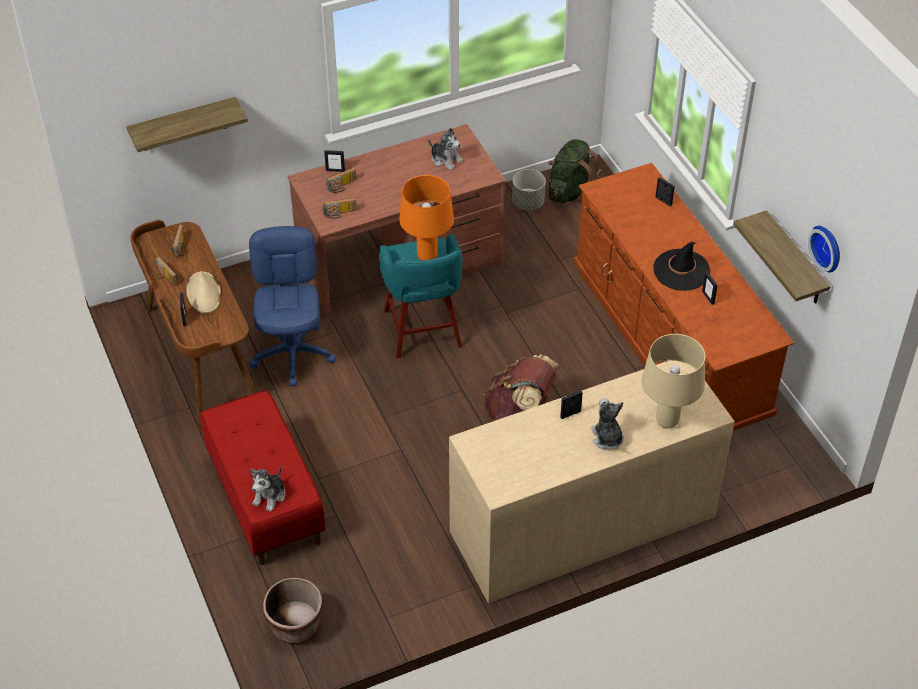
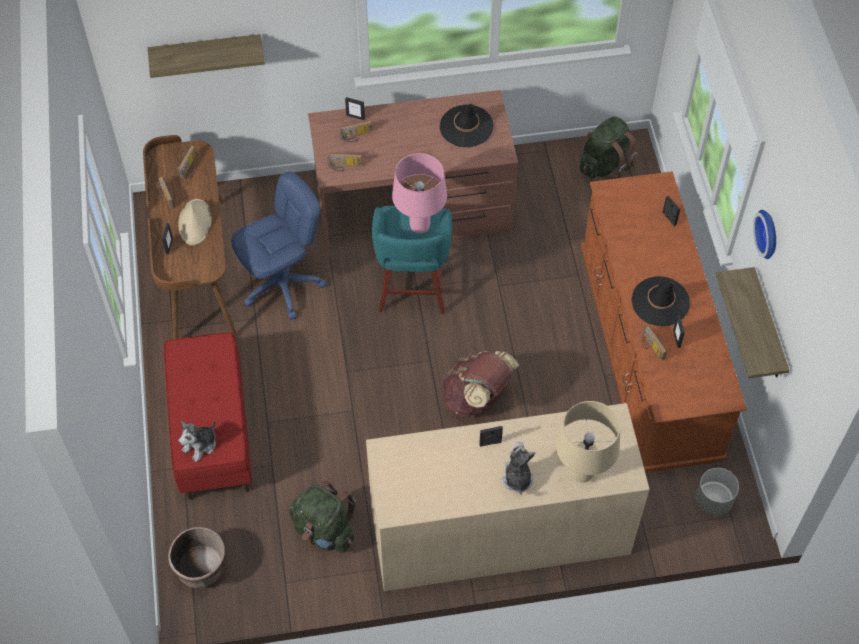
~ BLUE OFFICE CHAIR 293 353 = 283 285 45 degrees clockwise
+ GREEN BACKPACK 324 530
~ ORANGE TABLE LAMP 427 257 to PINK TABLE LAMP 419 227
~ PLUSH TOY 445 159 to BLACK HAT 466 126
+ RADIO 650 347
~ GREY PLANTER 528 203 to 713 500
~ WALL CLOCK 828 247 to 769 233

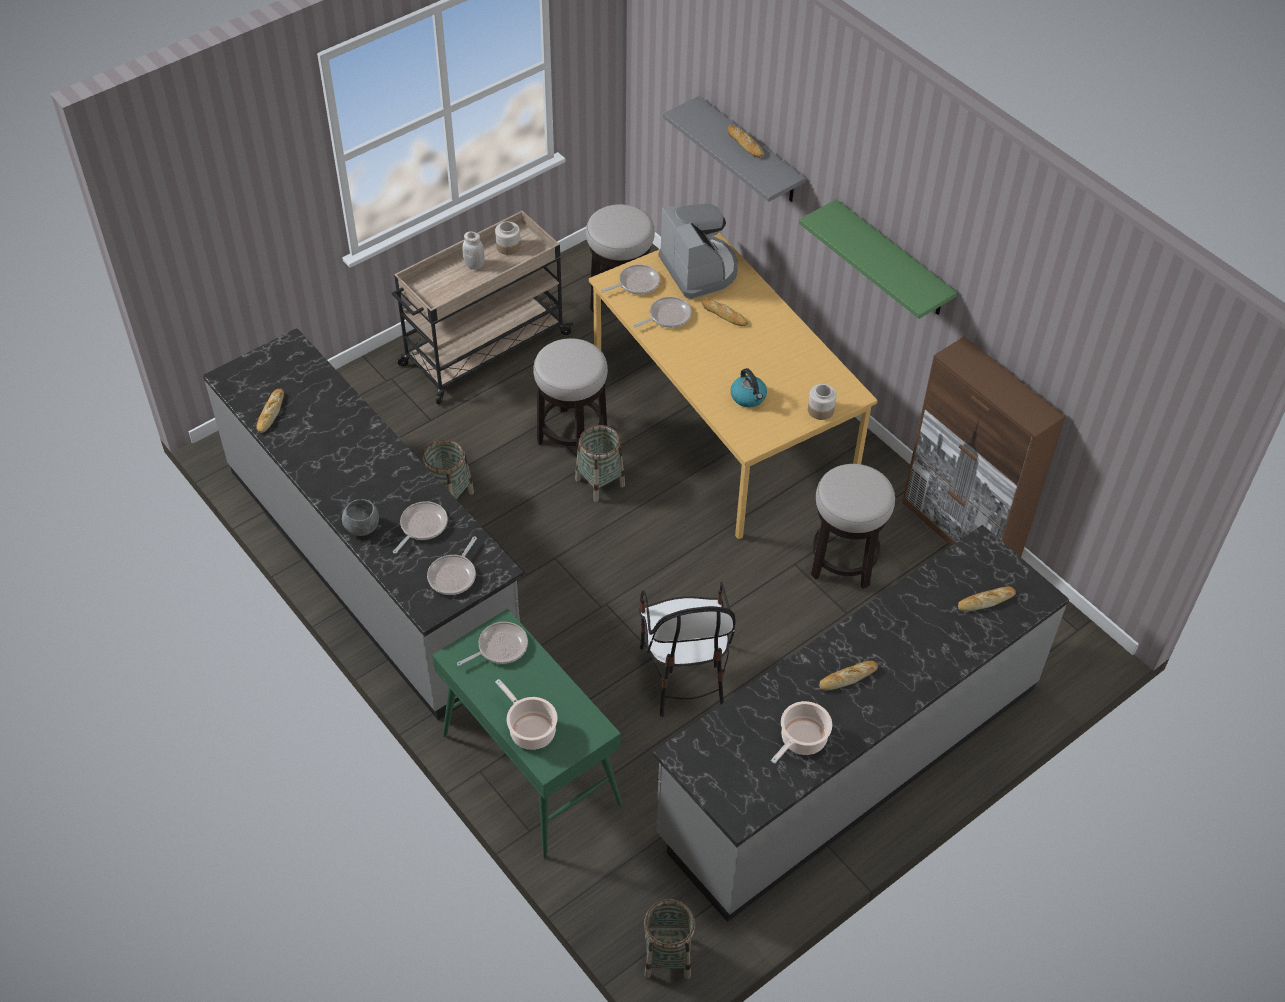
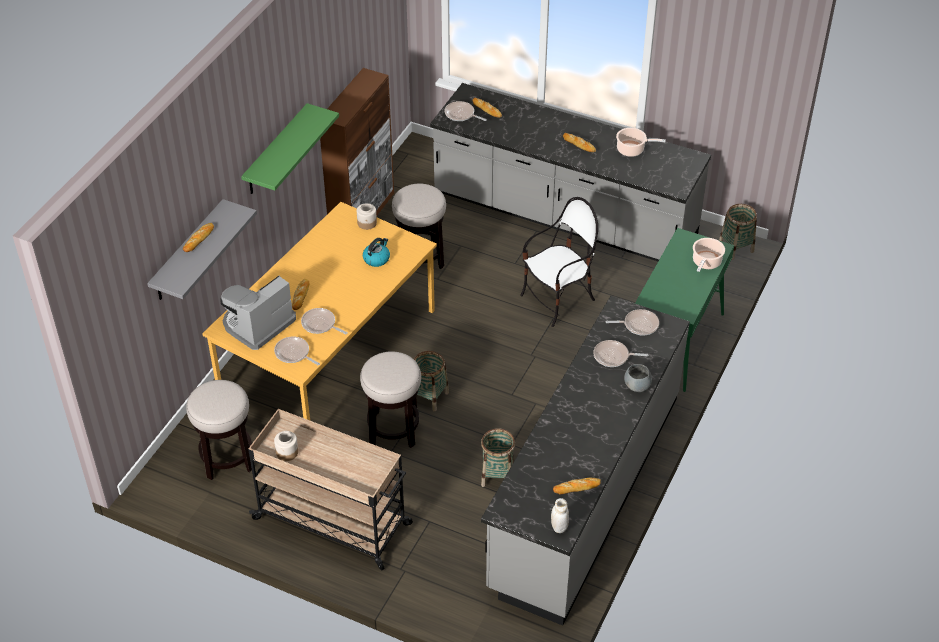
~ FRYING PAN 500 647 to 461 114
~ WHITE JAR 474 265 to 559 527

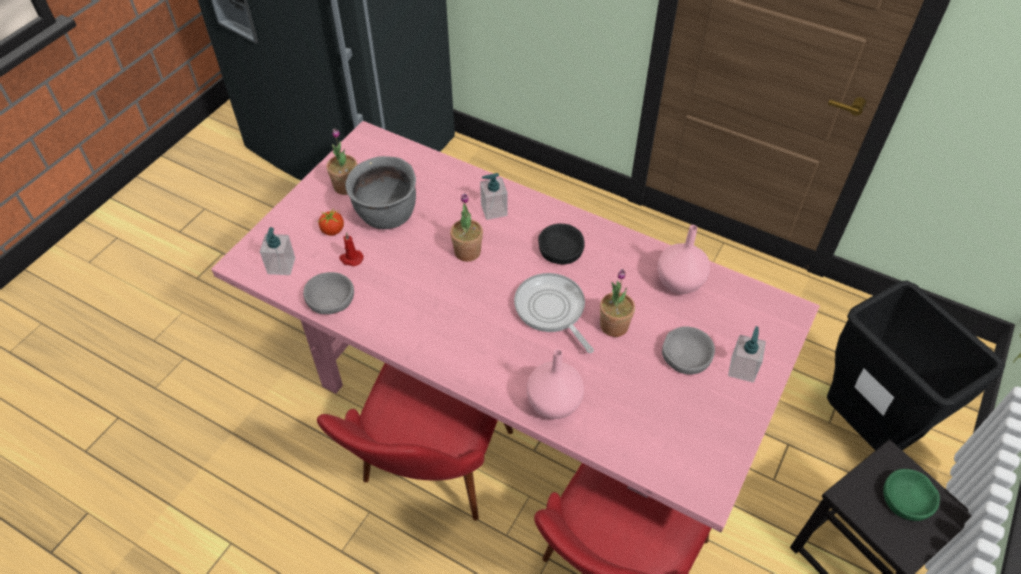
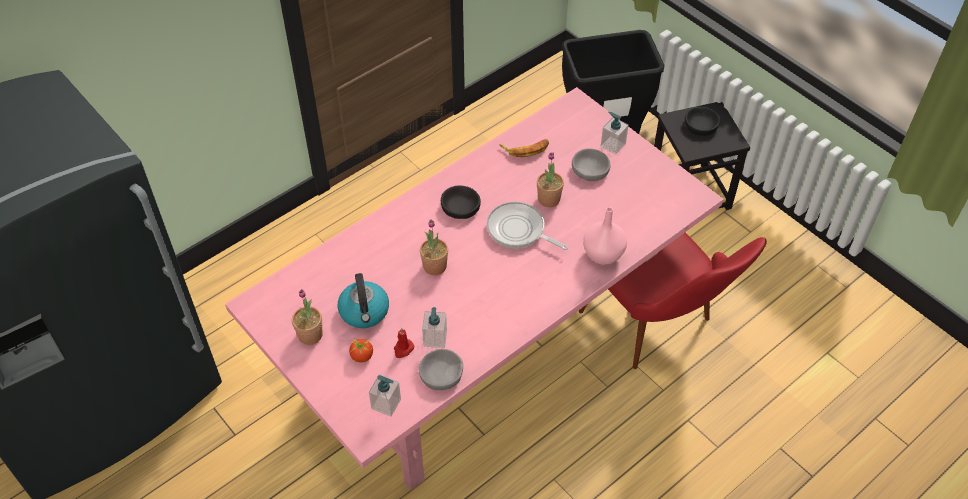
~ GREY COOKING POT 387 216 to KETTLE 364 312
~ SOAP DISPENSER 494 210 to 435 338
~ FRYING PAN 551 310 = 519 230 45 degrees clockwise
~ PINK VASE 680 283 to BANANA 526 149
~ GREEN BOWL 907 498 to BLACK BOWL 701 124
- RED CHAIR 429 478

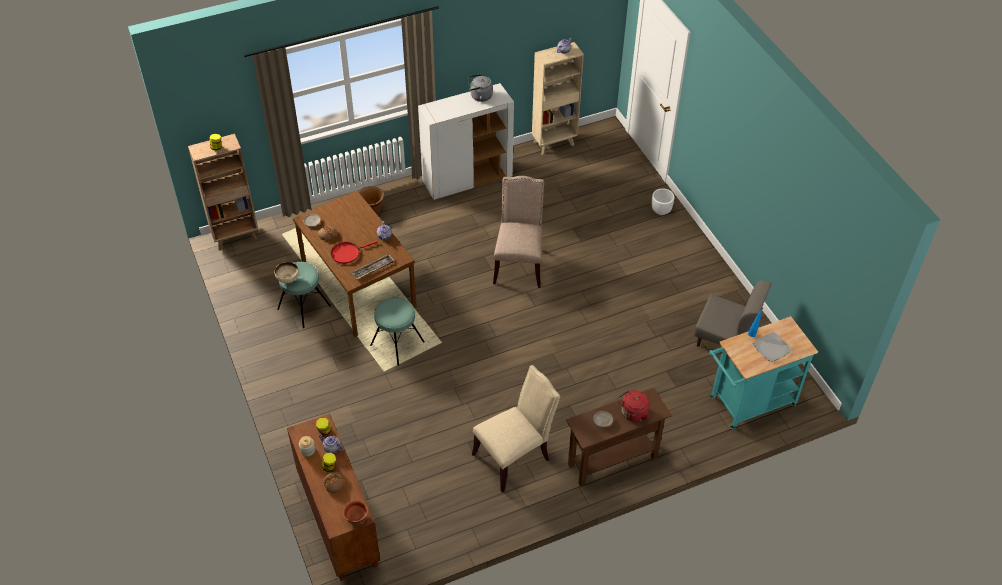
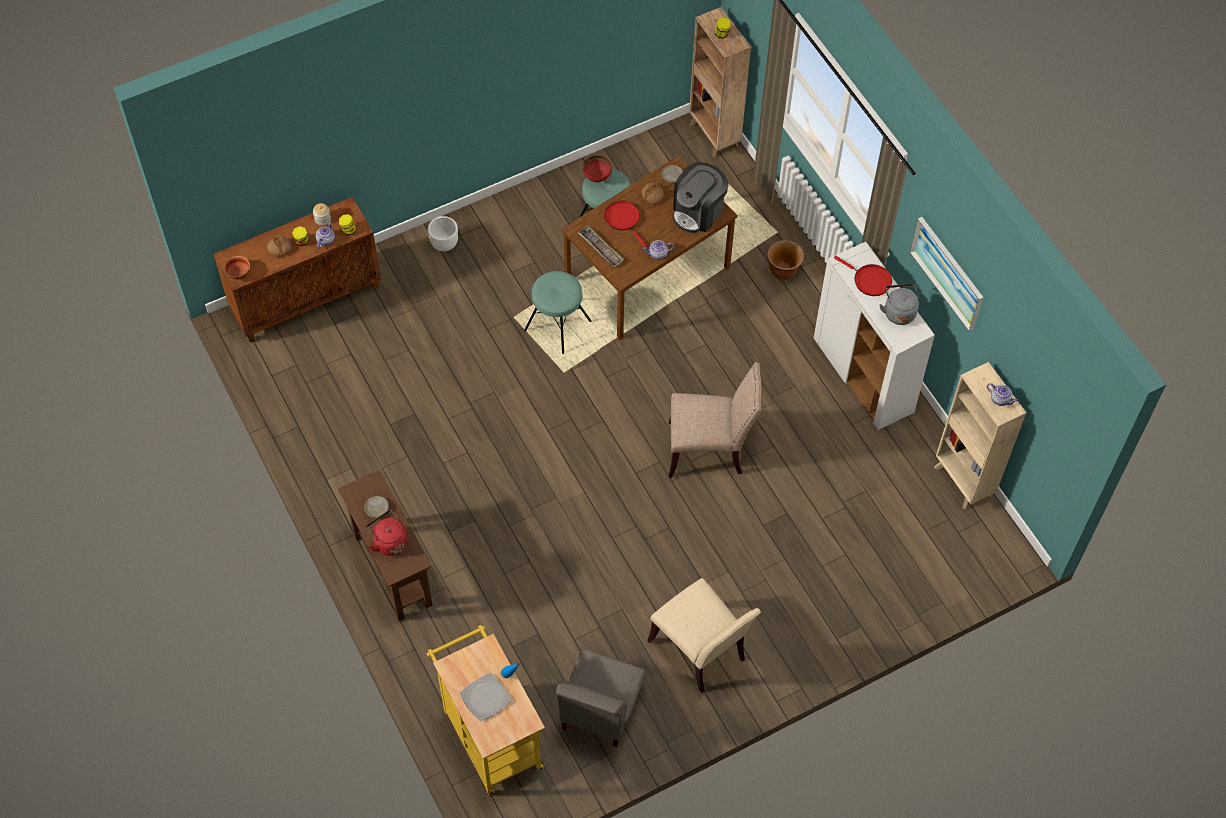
~ TURQUOISE CART 747 403 to YELLOW CART 489 734
~ WHITE PLANTER 661 211 to 444 244
~ BEIGE BOWL 288 280 to RED BOWL 597 177
~ BEIGE CHAIR 514 457 to 701 651
+ COFFEE MACHINE 698 212
+ RED FRYING PAN 869 280
+ PICTURE 947 273

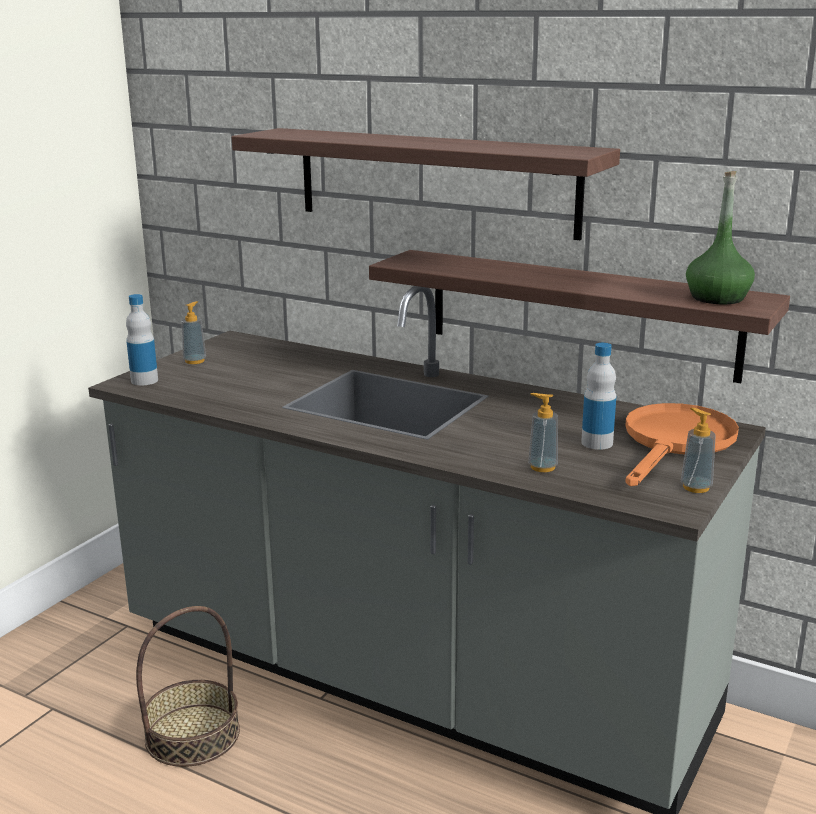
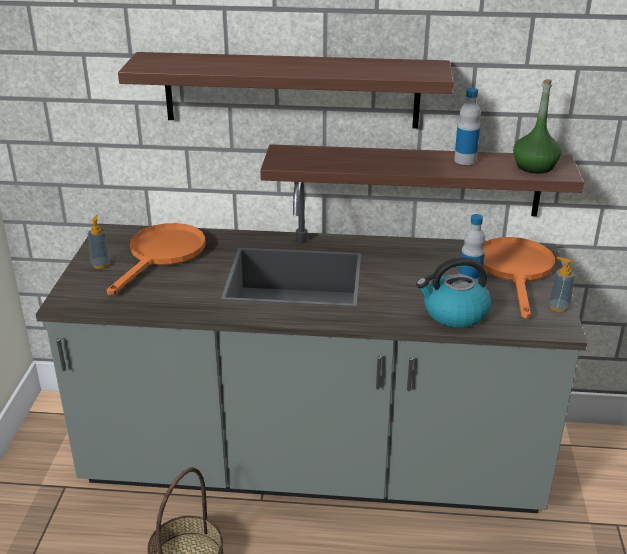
+ ORANGE FRYING PAN 162 255
~ SOAP DISPENSER 542 467 to KETTLE 454 313
~ BOTTLE 144 380 to 465 160

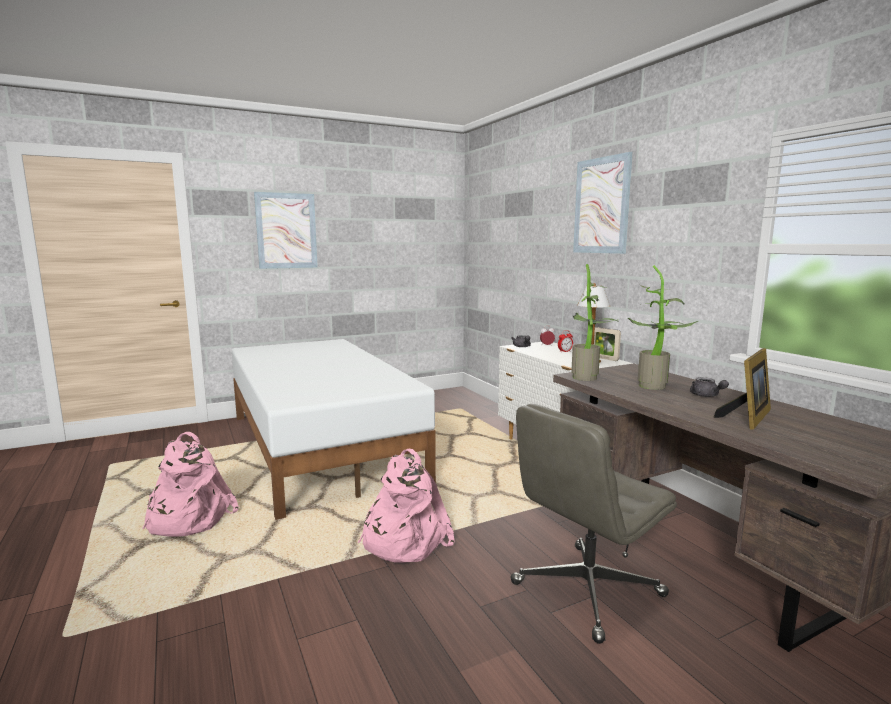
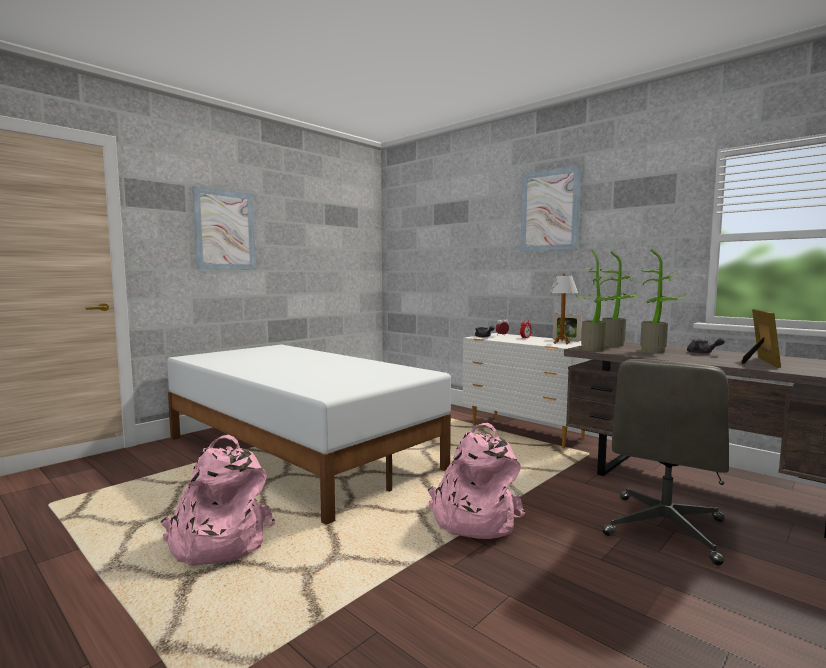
+ POTTED PLANT 613 344

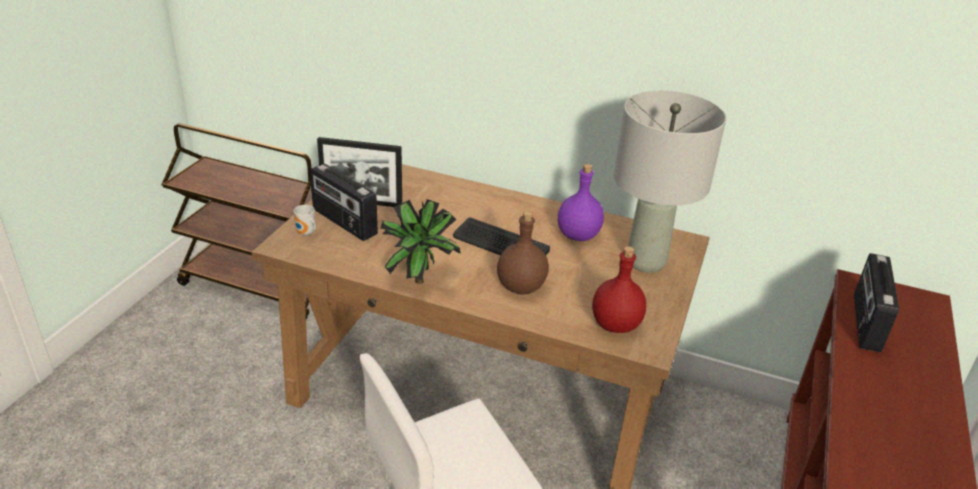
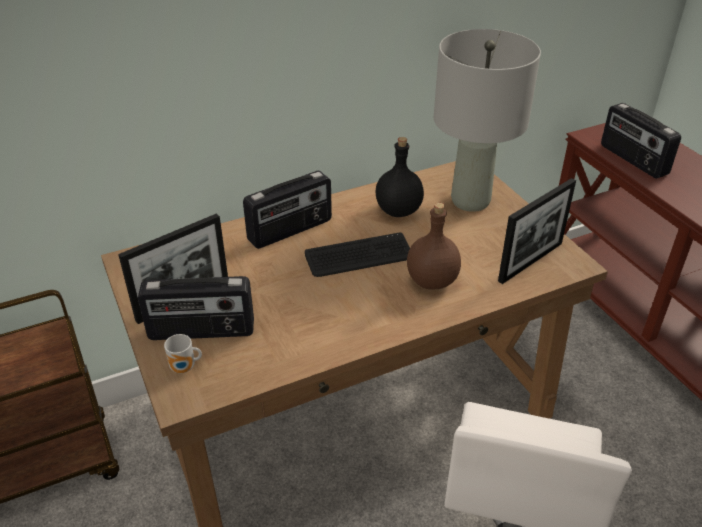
+ RADIO 290 231
~ PURPLE BOTTLE 579 235 to BLACK BOTTLE 399 211
~ RED BOTTLE 616 324 to PICTURE FRAME 530 262
- POTTED PLANT 420 278

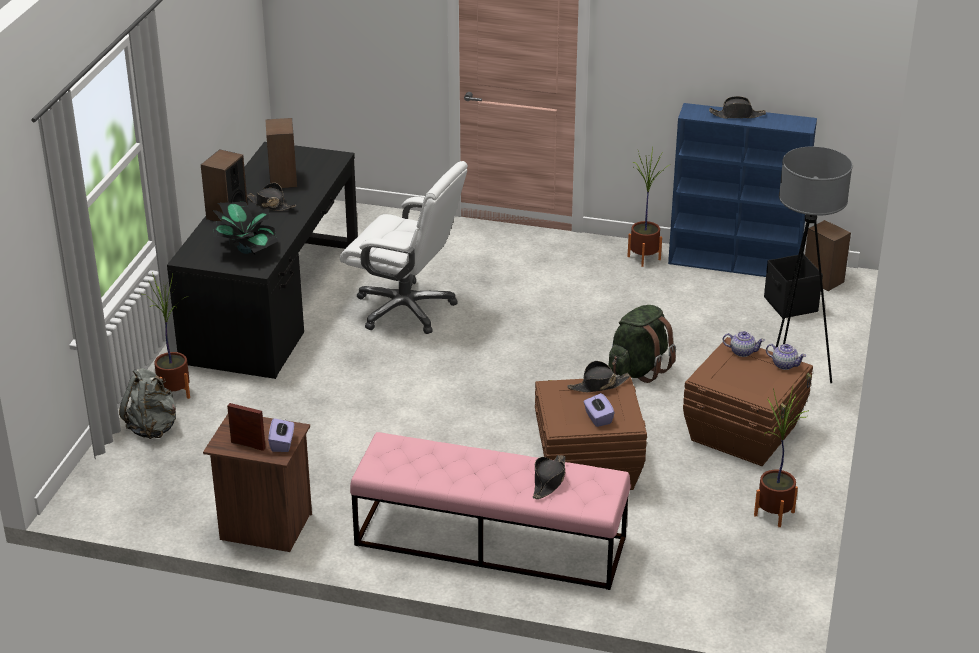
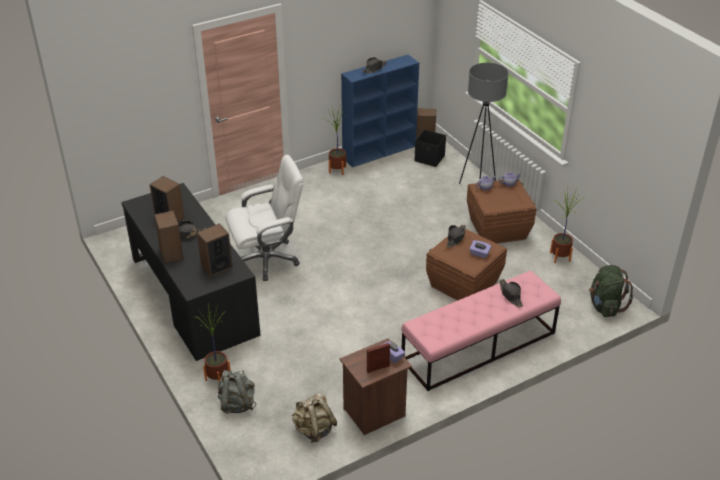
~ POTTED PLANT 246 249 to SPEAKER 216 267
+ BEIGE BACKPACK 314 430
~ GREEN BACKPACK 639 369 to 605 306

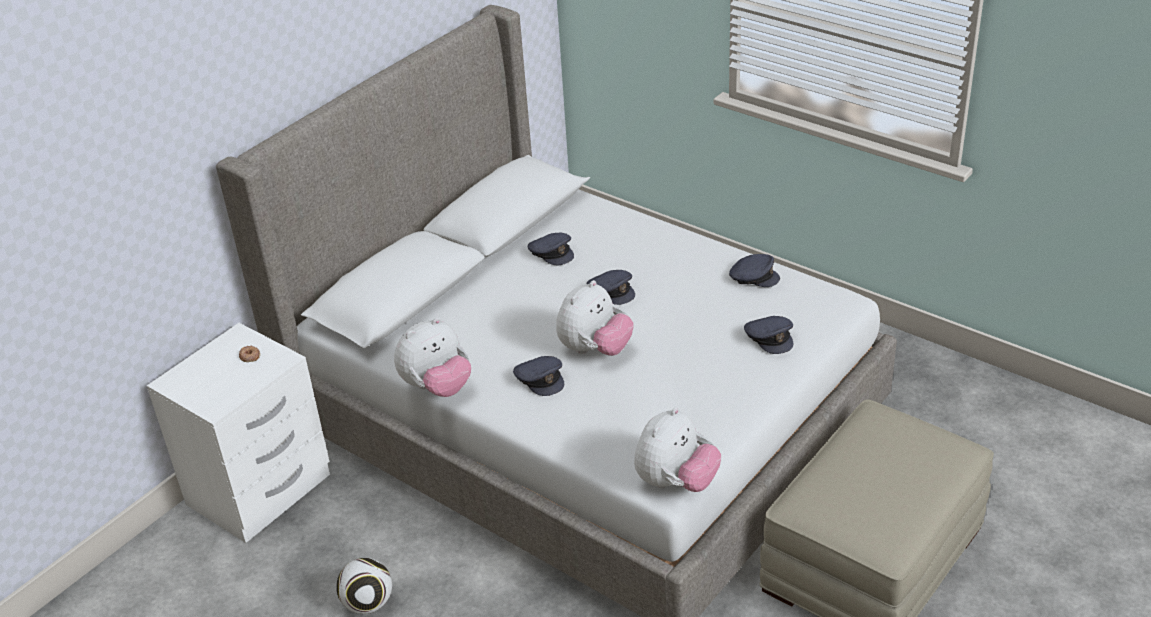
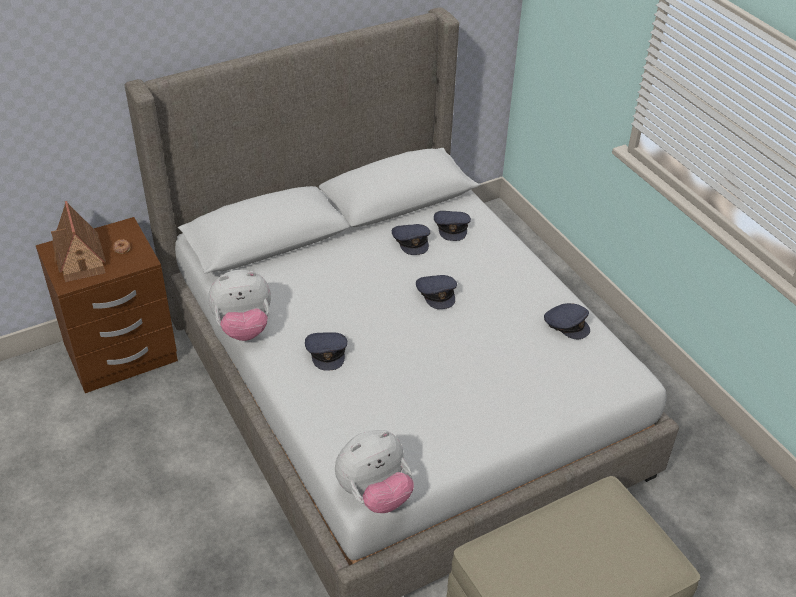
~ WHITE NIGHTSTAND 260 491 to BROWN NIGHTSTAND 121 354
+ TOY HOUSE 80 259
~ GREY CAP 770 338 to 452 227
- FOOTBALL 368 603
- PLUSH TOY 595 349

